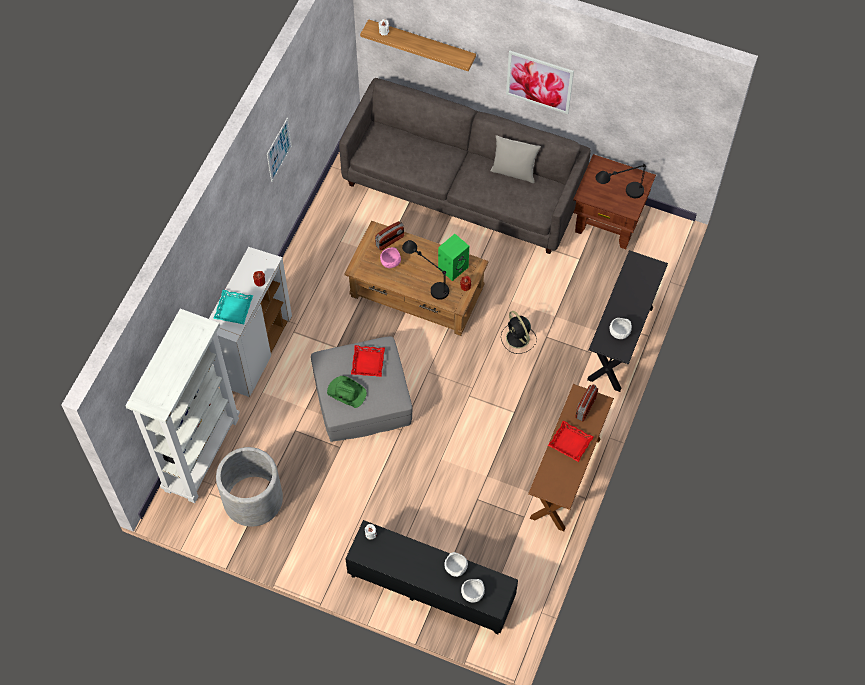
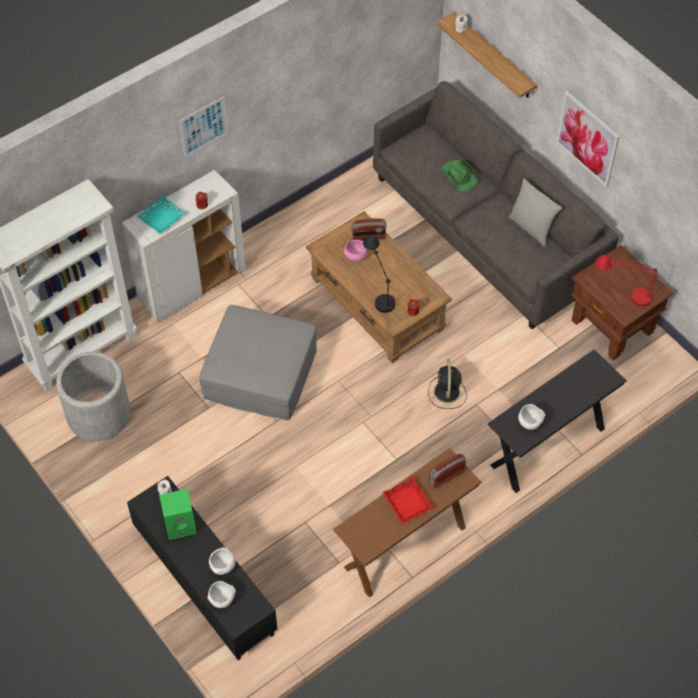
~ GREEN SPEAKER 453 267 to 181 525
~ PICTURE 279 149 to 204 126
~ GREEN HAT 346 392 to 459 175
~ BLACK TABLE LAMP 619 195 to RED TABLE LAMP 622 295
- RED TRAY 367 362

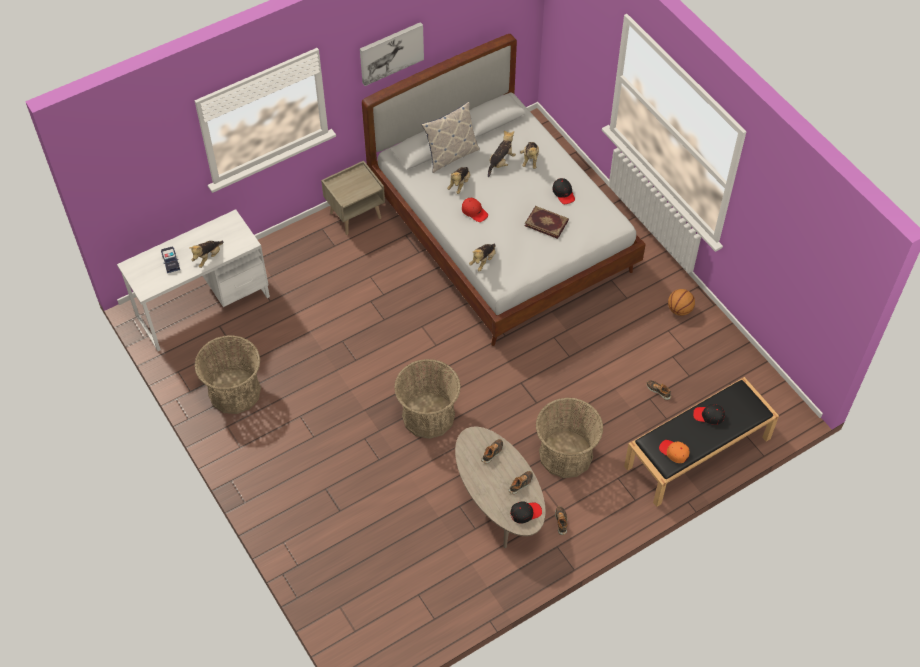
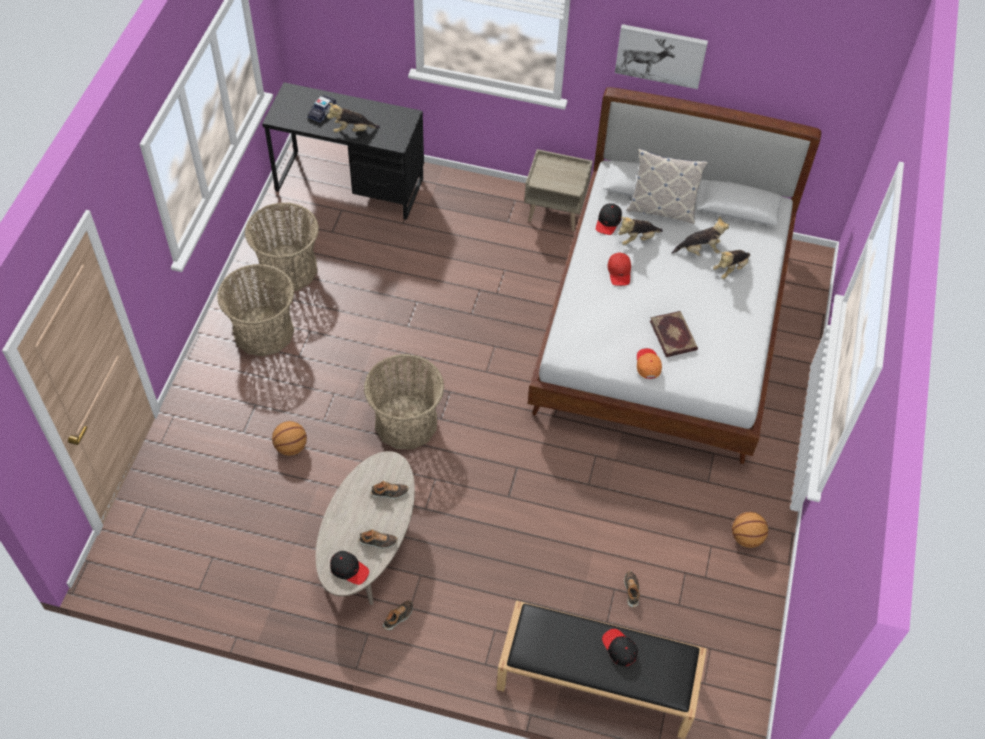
~ BASKET 565 454 to 263 331
~ WHITE DESK 203 305 to BLACK DESK 350 184
+ BASKETBALL 291 447
~ BLACK CAP 563 193 to 608 222
~ ORANGE CAP 674 452 to 647 365
- PLUSH TOY 483 261

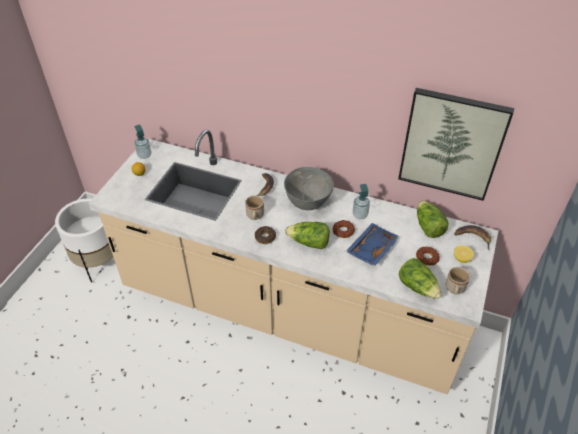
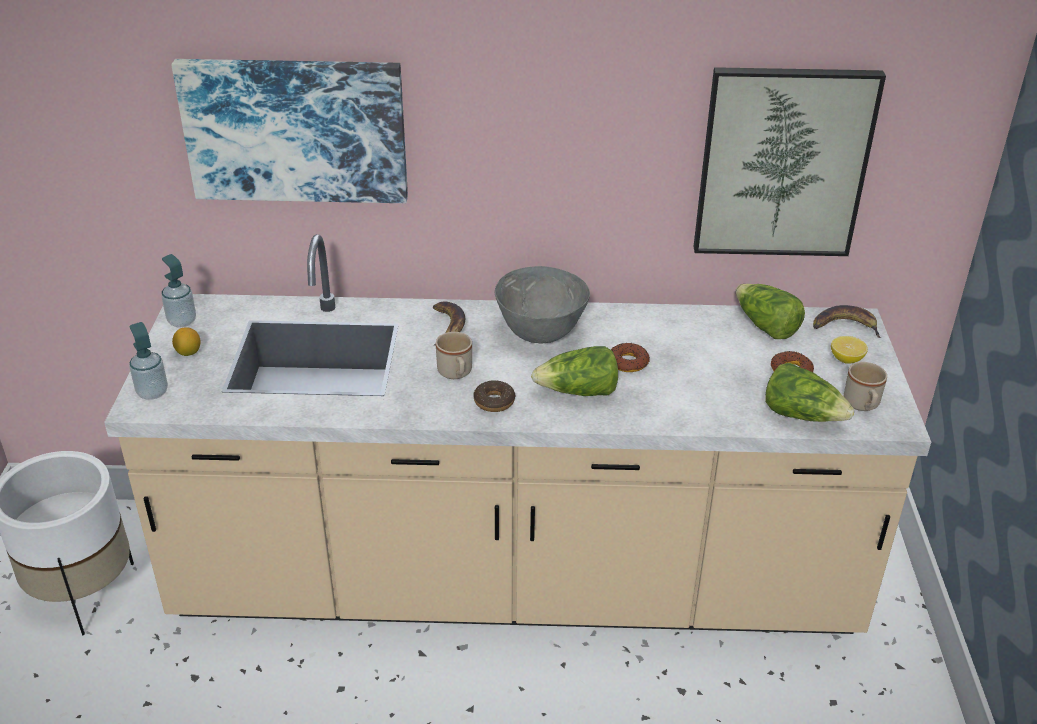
~ SOAP DISPENSER 360 215 to 152 392
+ PICTURE 295 129
- BLUE TRAY 371 248

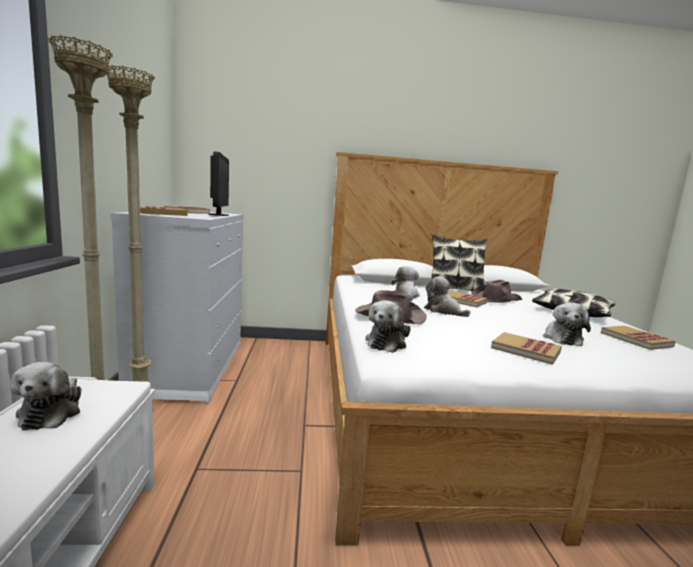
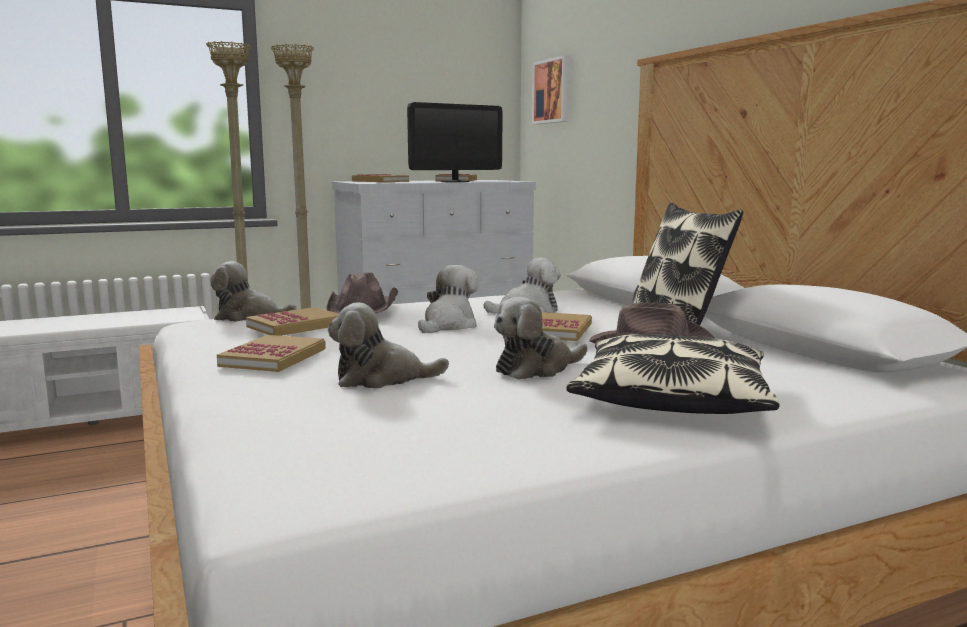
~ BOOK 636 339 to 296 326
~ PLUSH TOY 52 412 to 536 368
+ PICTURE 553 91

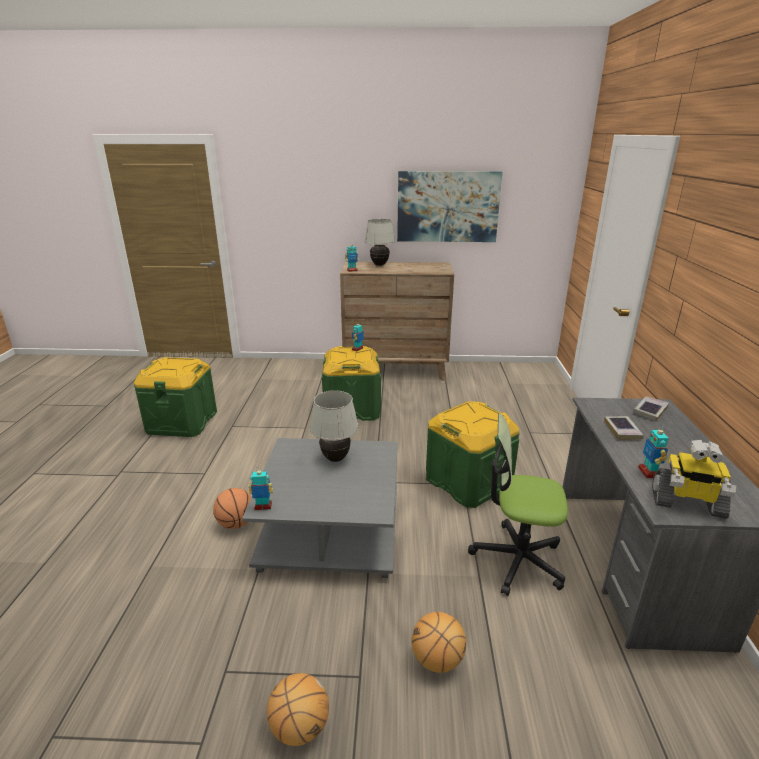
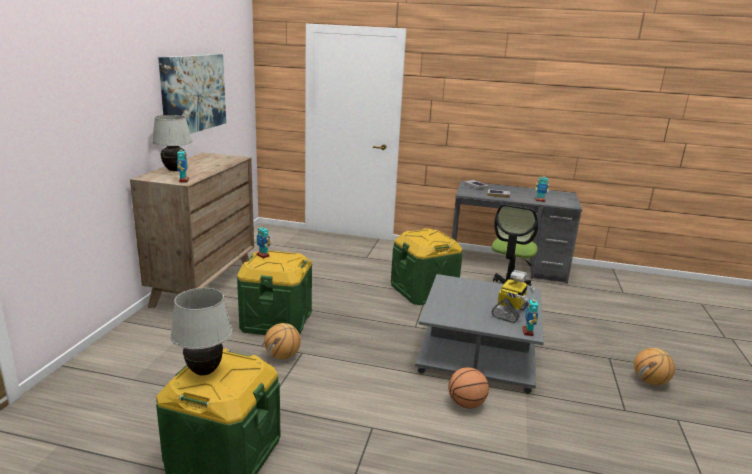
~ WHITE TABLE LAMP 335 458 to 204 371
~ BASKETBALL 437 660 to 283 356
~ TOY ROBOT 687 503 to 510 312

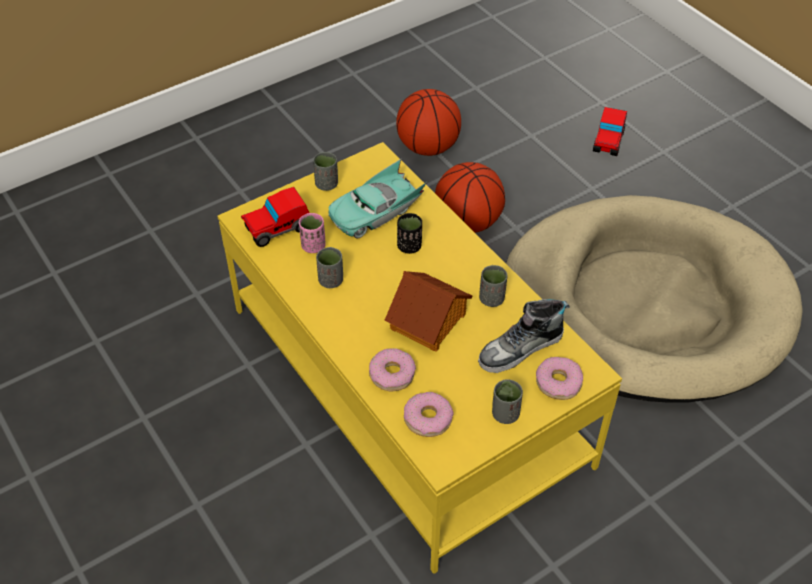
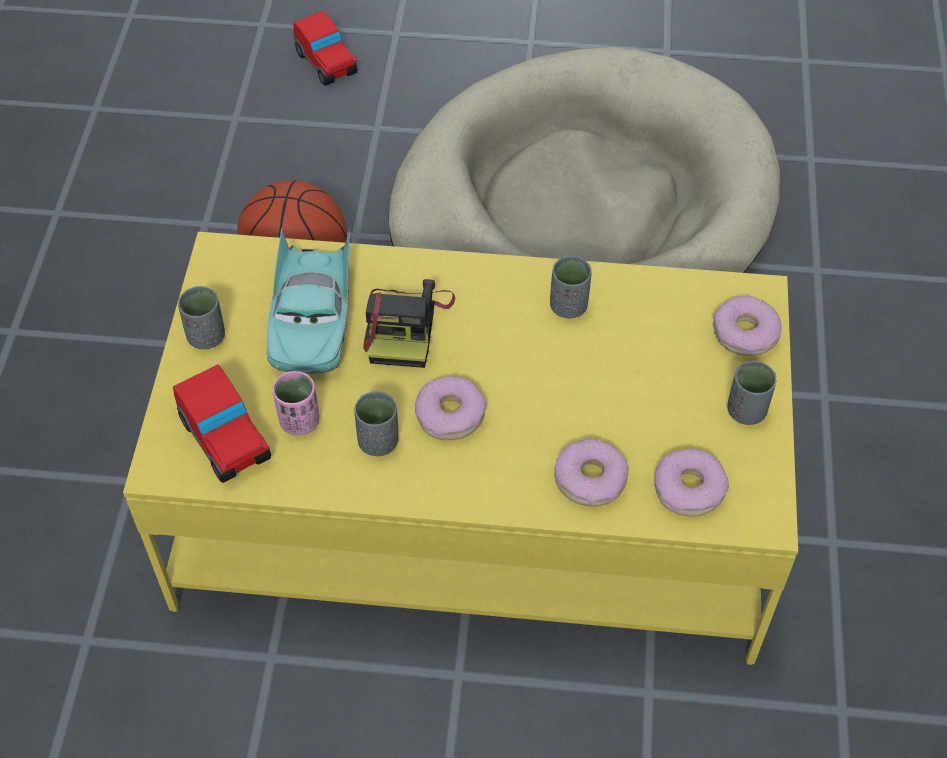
~ TOY CAR 277 229 = 226 441 45 degrees counterclockwise
~ BLACK CUP 409 246 to PHOTO CAMERA 406 325
+ DONUT 450 415
- TOY HOUSE 429 321
- BASKETBALL 428 147
- SHOE 521 349

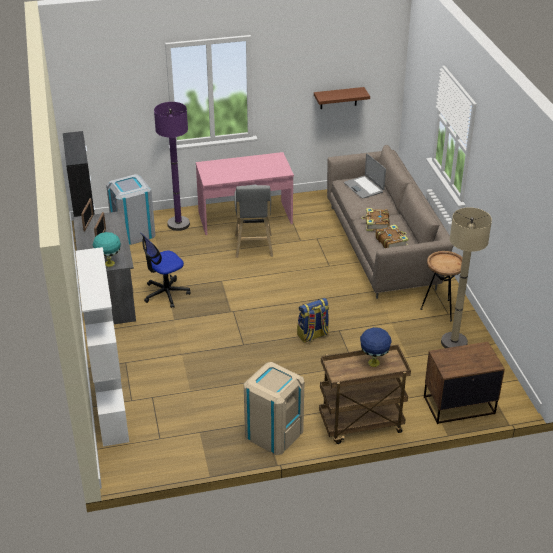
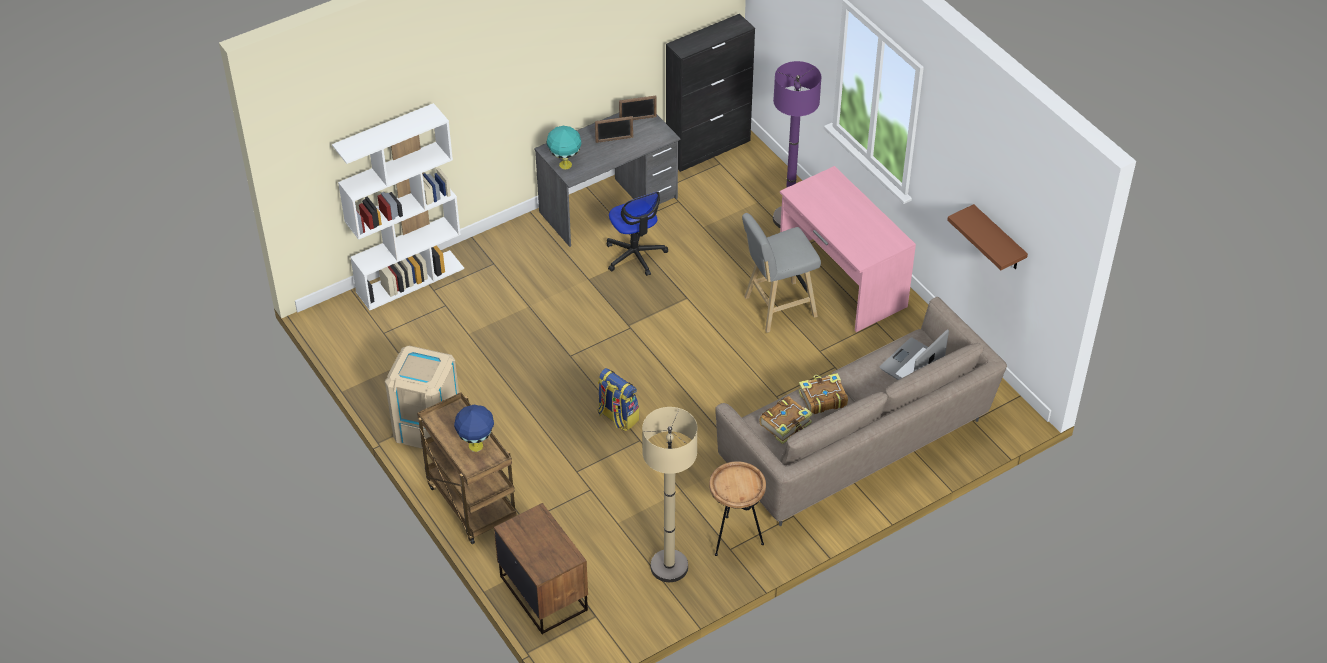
~ OFFICE CHAIR 166 293 = 635 255 150 degrees counterclockwise
- GREY TRASH CAN 133 233

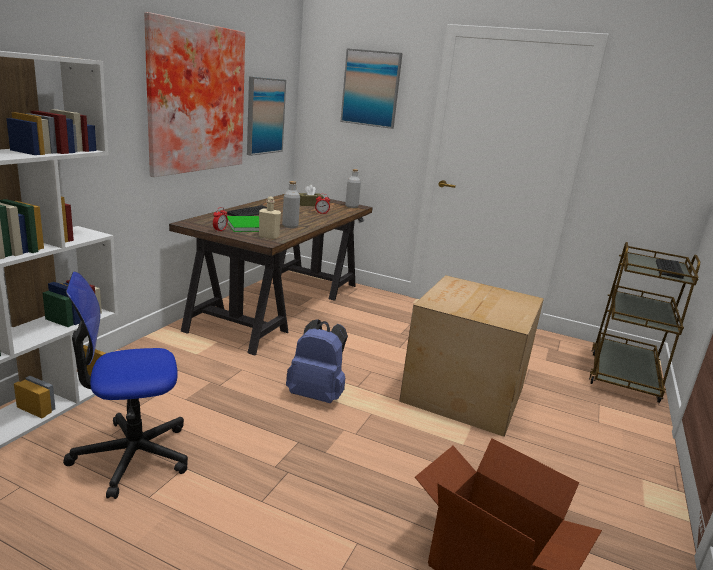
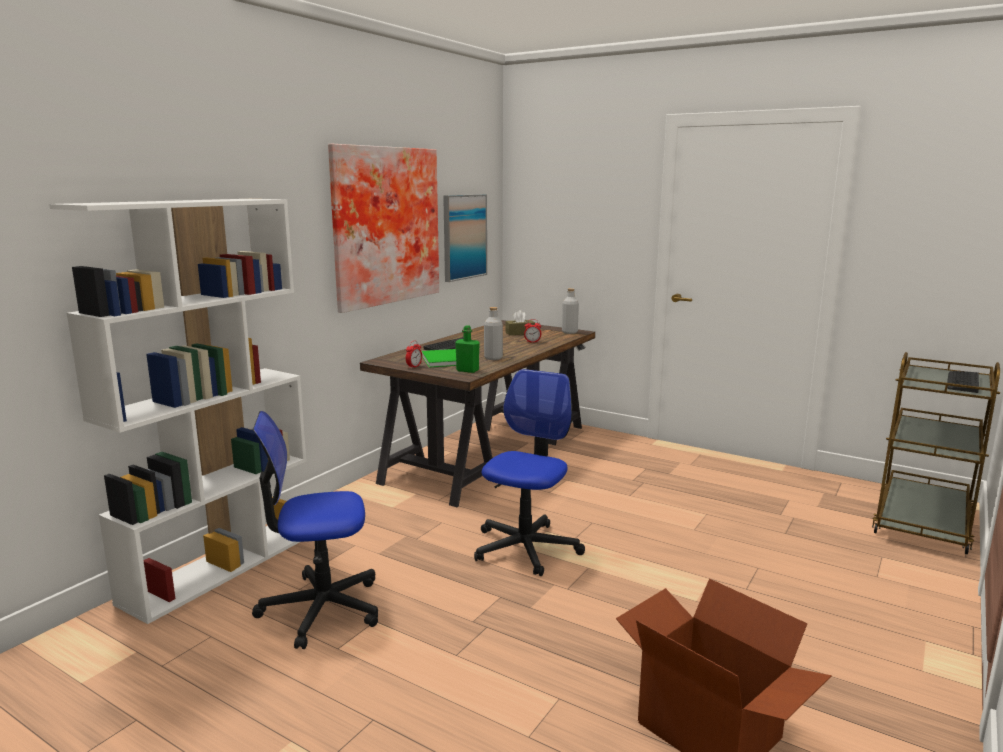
~ BEIGE BOTTLE 269 237 to GREEN BOTTLE 467 370
~ BLUE BACKPACK 317 395 to OFFICE CHAIR 526 548
- PICTURE 371 88
- CARDBOARD BOX 461 394

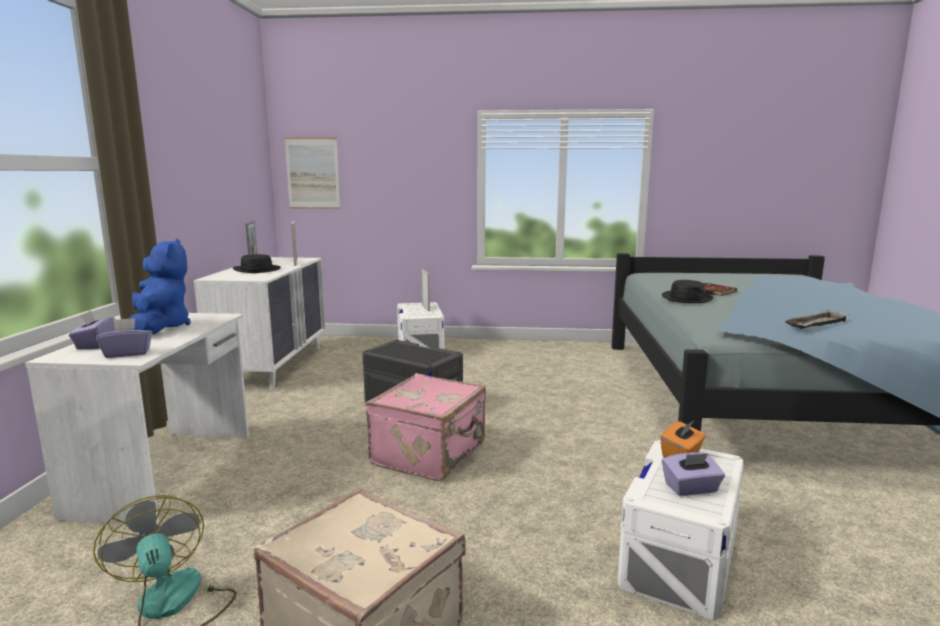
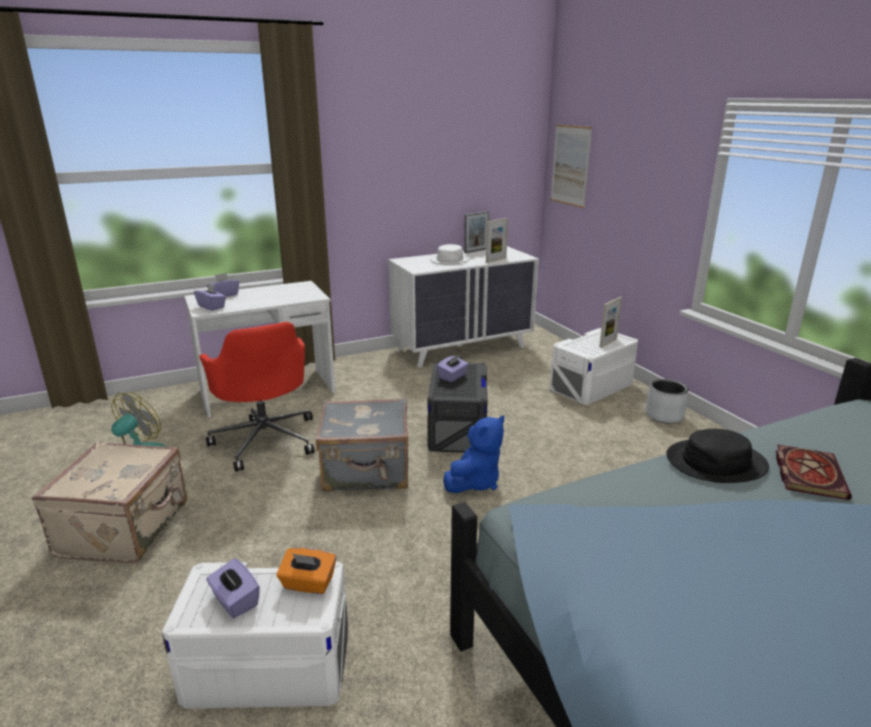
+ RED OFFICE CHAIR 265 440
~ PINK SUITCASE 431 454 to GREY SUITCASE 367 471
~ BLACK HAT 256 269 to WHITE HAT 449 259
+ PURPLE TISSUE BOX 452 377
~ BLUE PLUSH TOY 160 327 to 475 482
+ GREY PLANTER 663 416
- TRAY 816 325

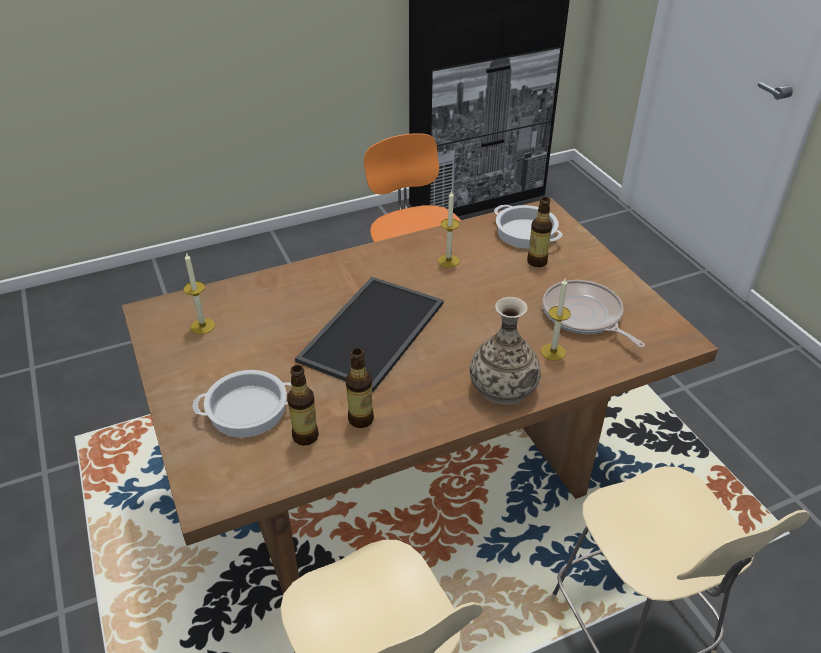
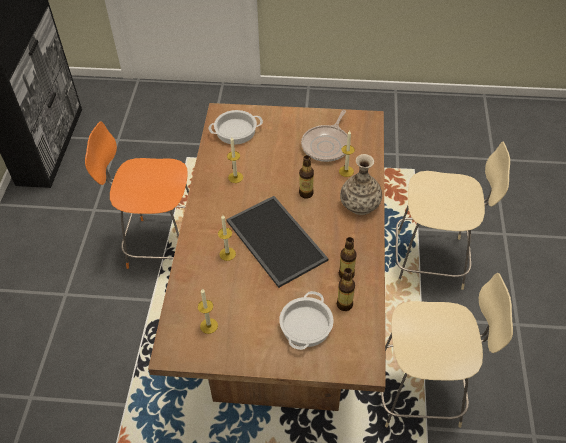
+ CANDLE 227 254
~ BOTTLE 537 262 to 306 193
~ FRYING PAN 584 316 = 327 145 60 degrees counterclockwise

